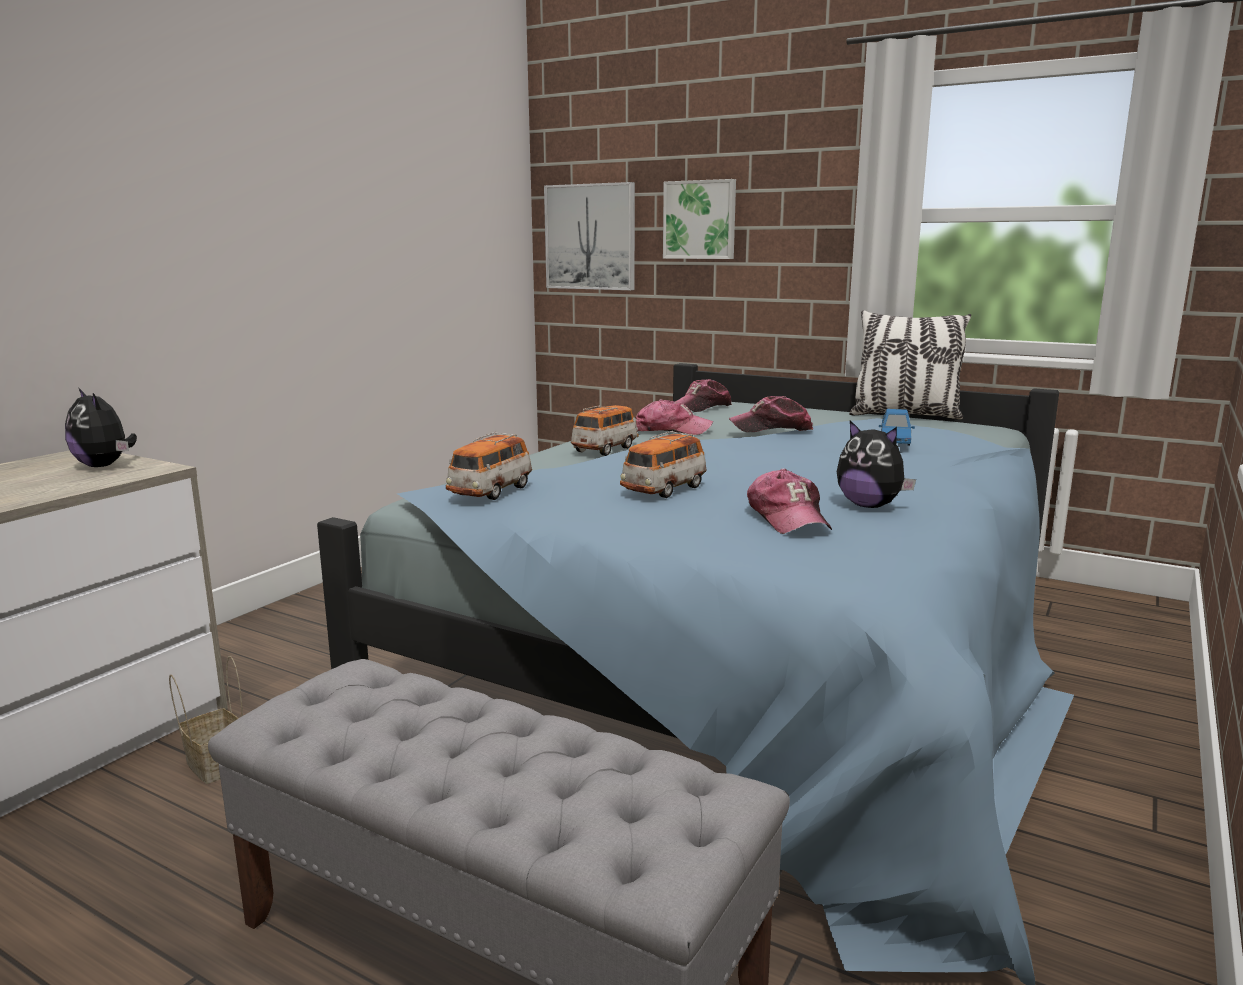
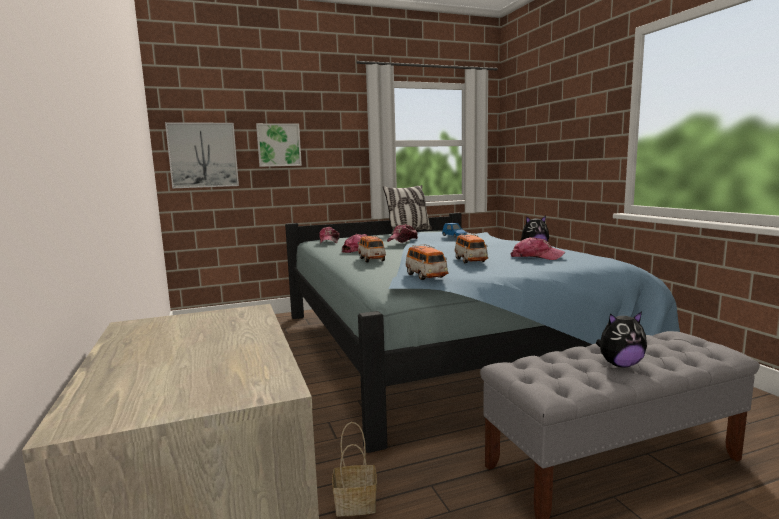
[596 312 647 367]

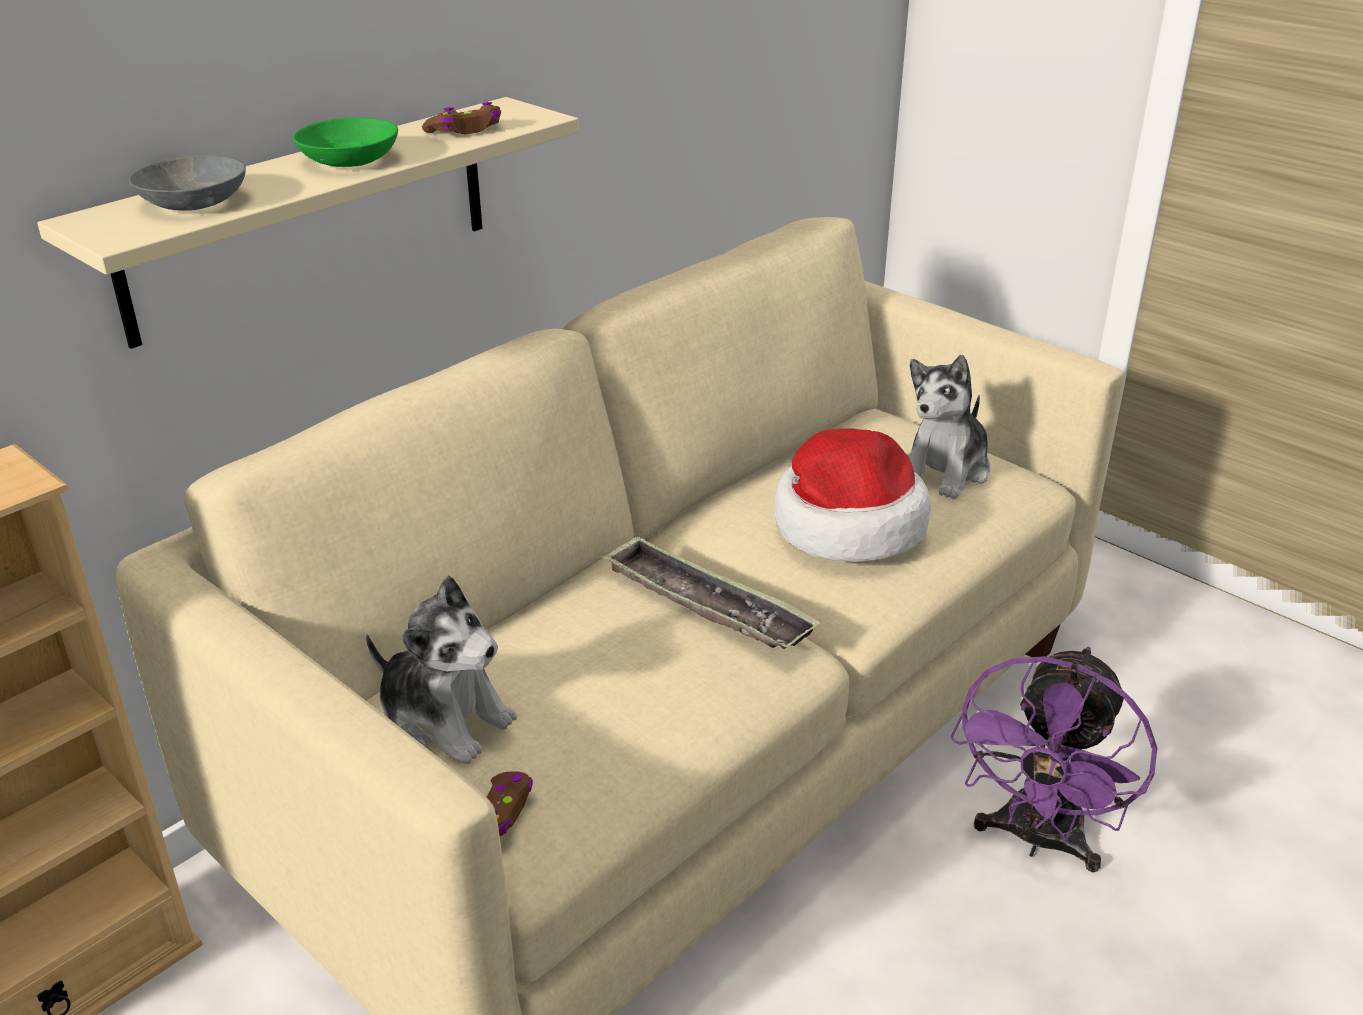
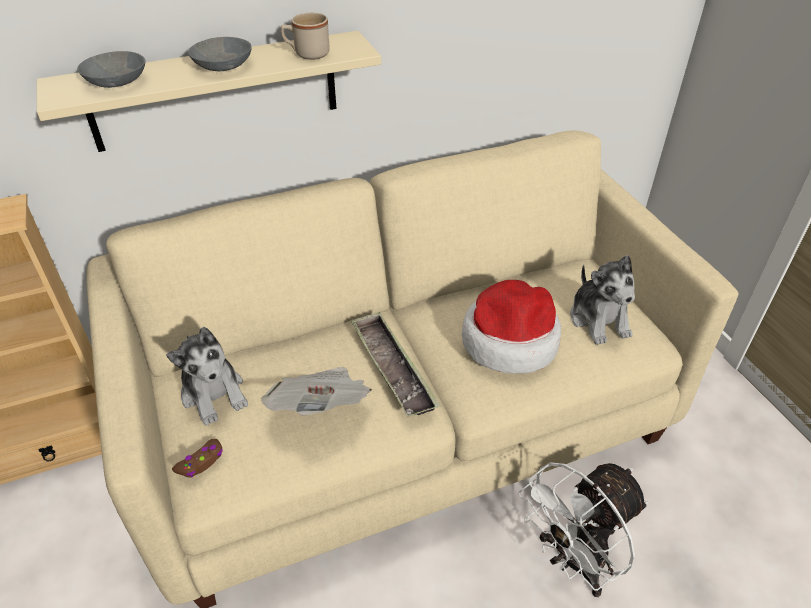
[281 13 330 60]
[188 37 252 71]
[570 255 635 345]
[519 462 648 597]
[261 367 372 416]

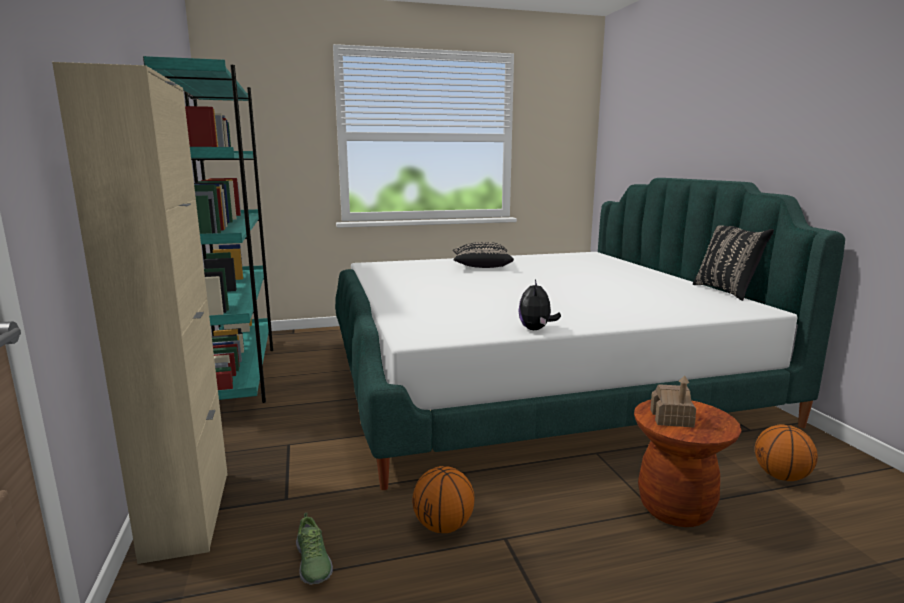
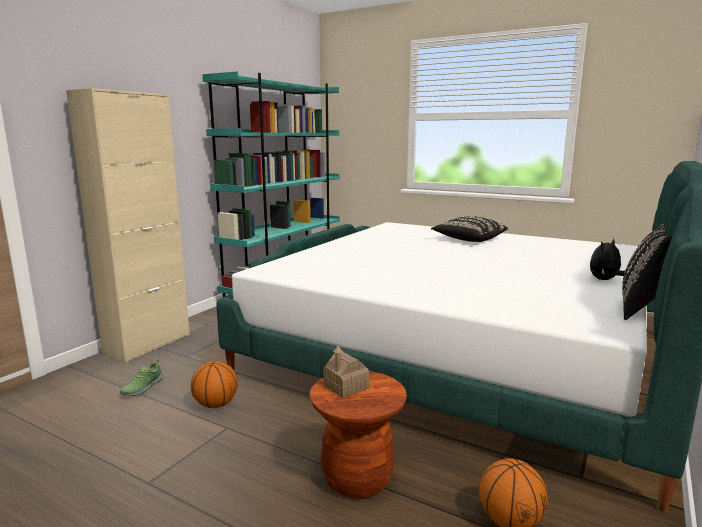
[590 239 625 280]

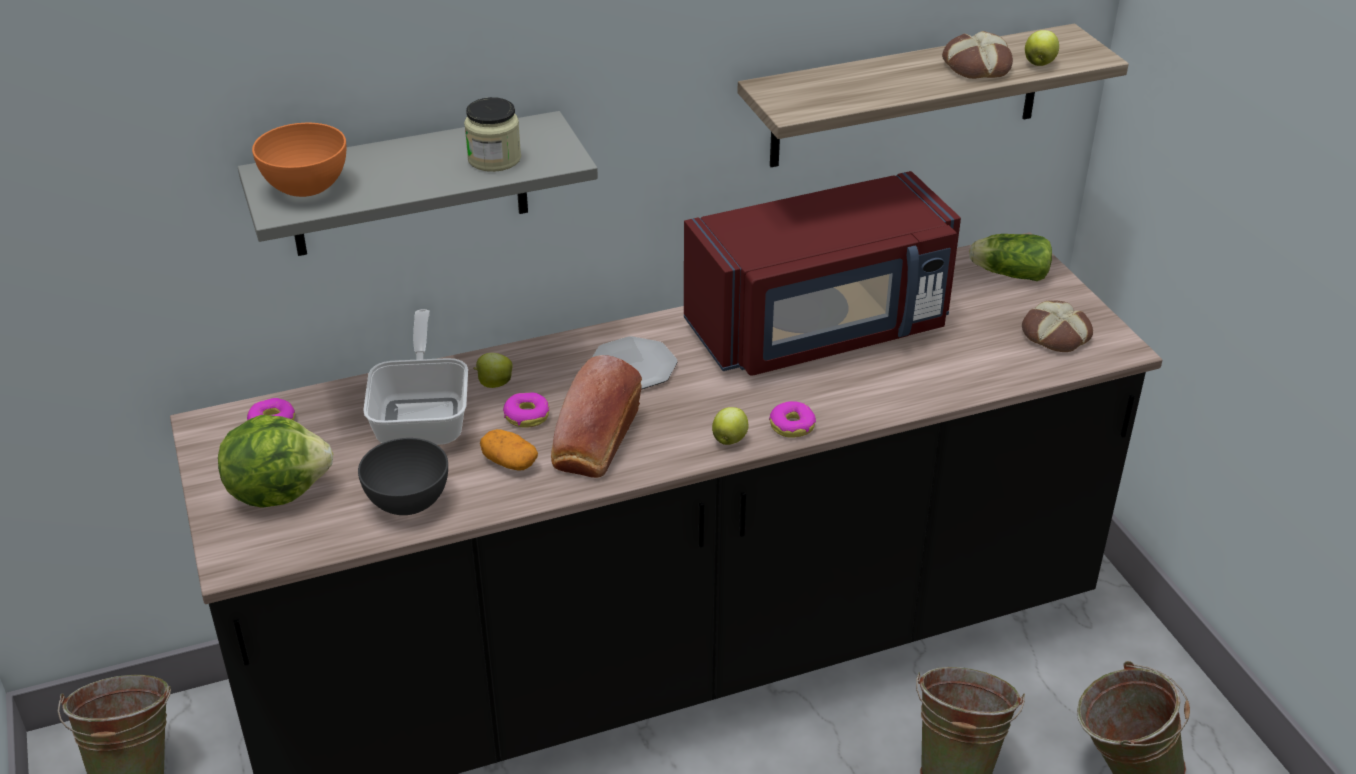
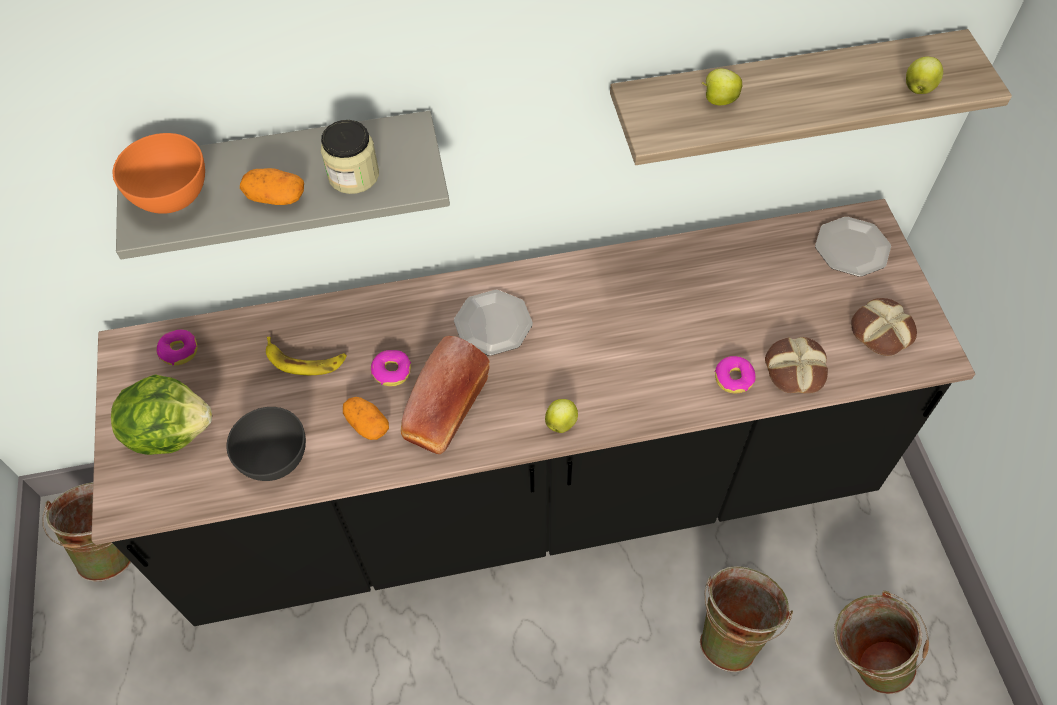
[765 337 828 393]
[684 171 961 376] (first image)
[815 217 891 277]
[266 337 347 375]
[701 69 742 105]
[714 356 756 393]
[240 168 304 205]

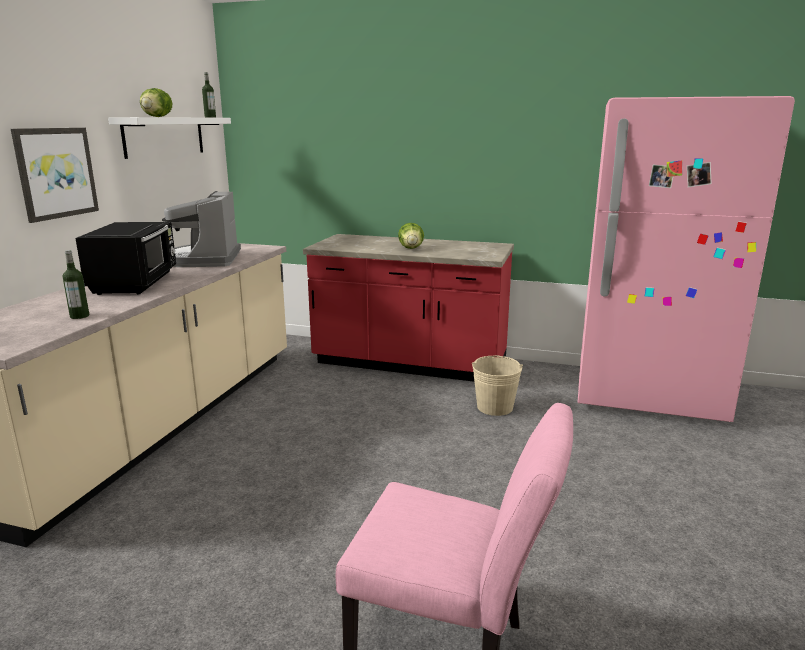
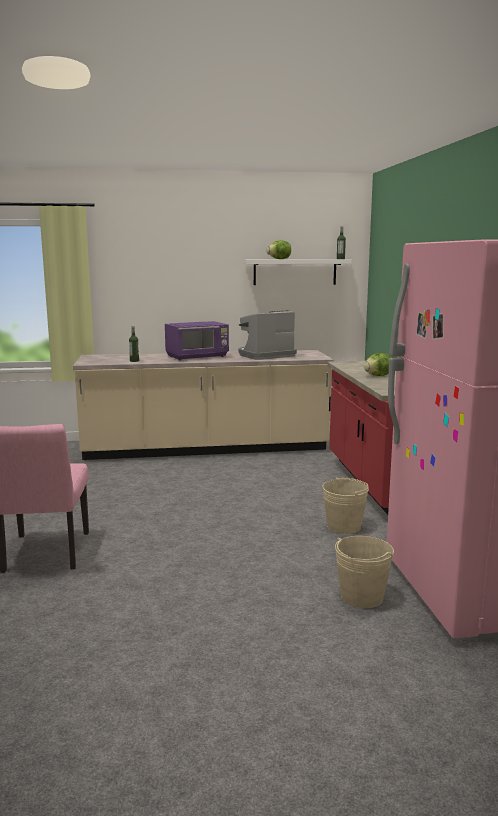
[11 128 99 223] (first image)
[165 321 229 360]
[335 536 394 608]

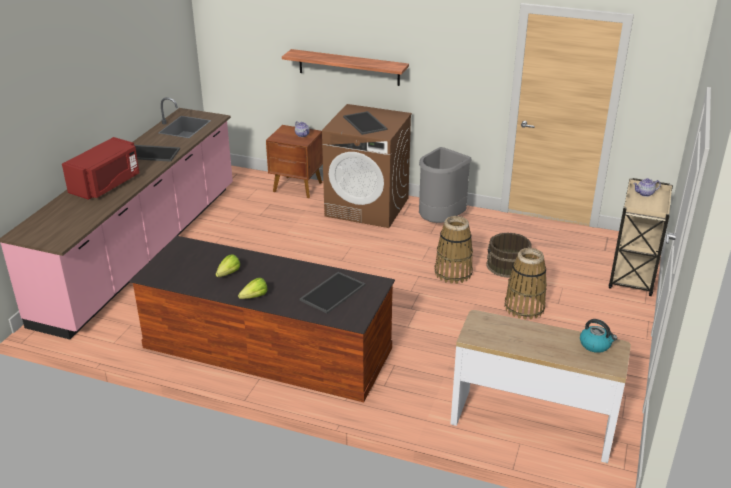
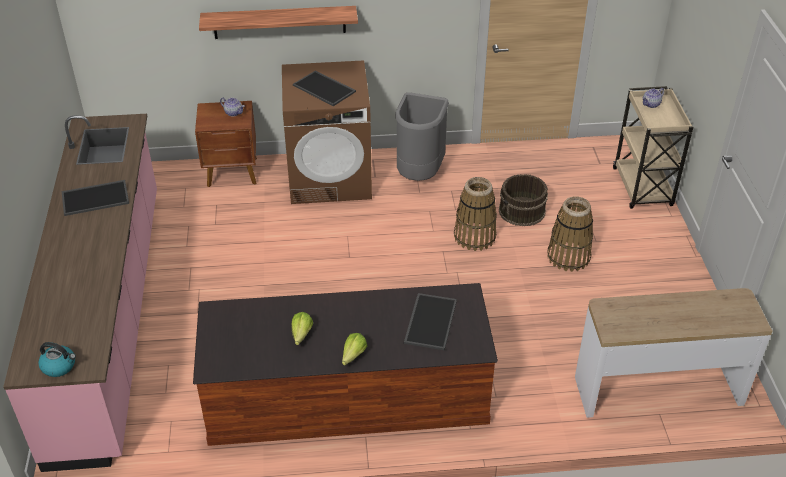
[62 137 139 200] (first image)
[38 342 76 377]

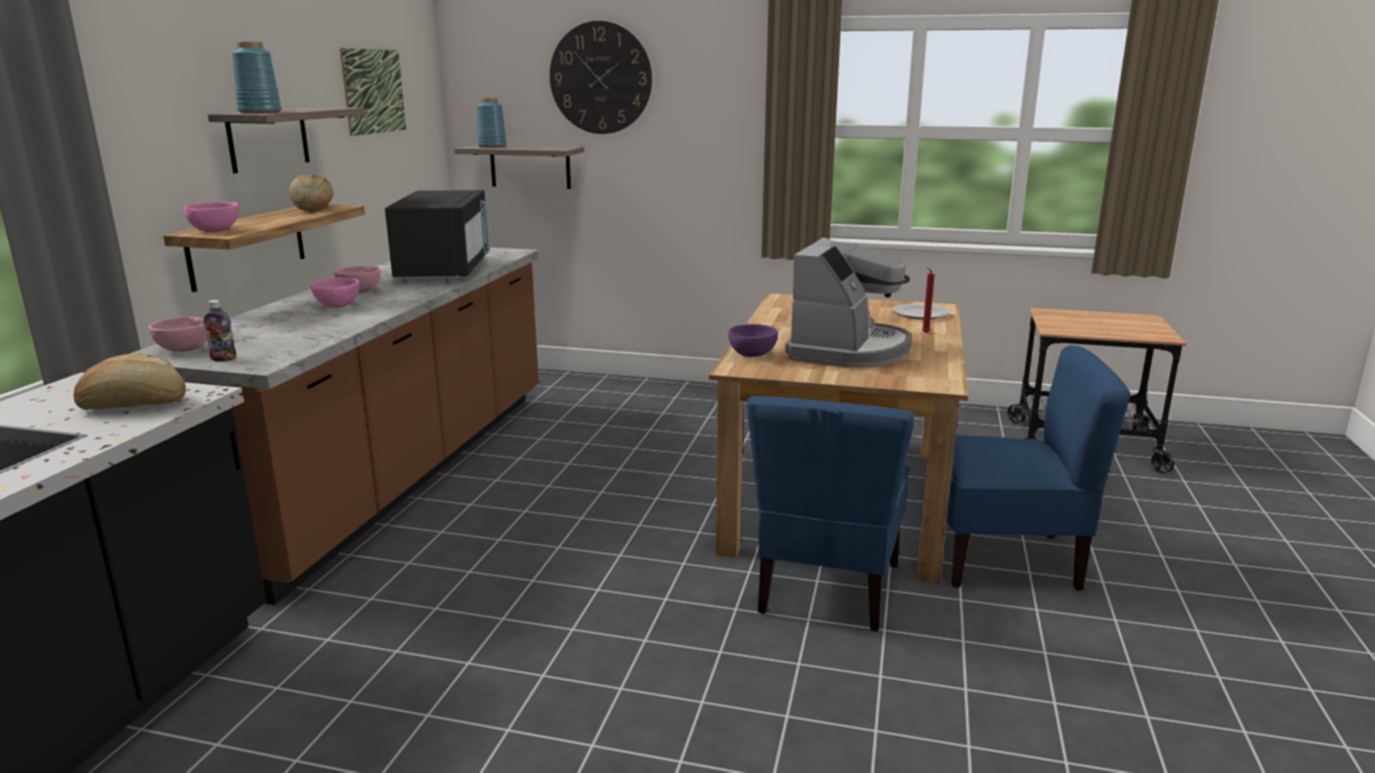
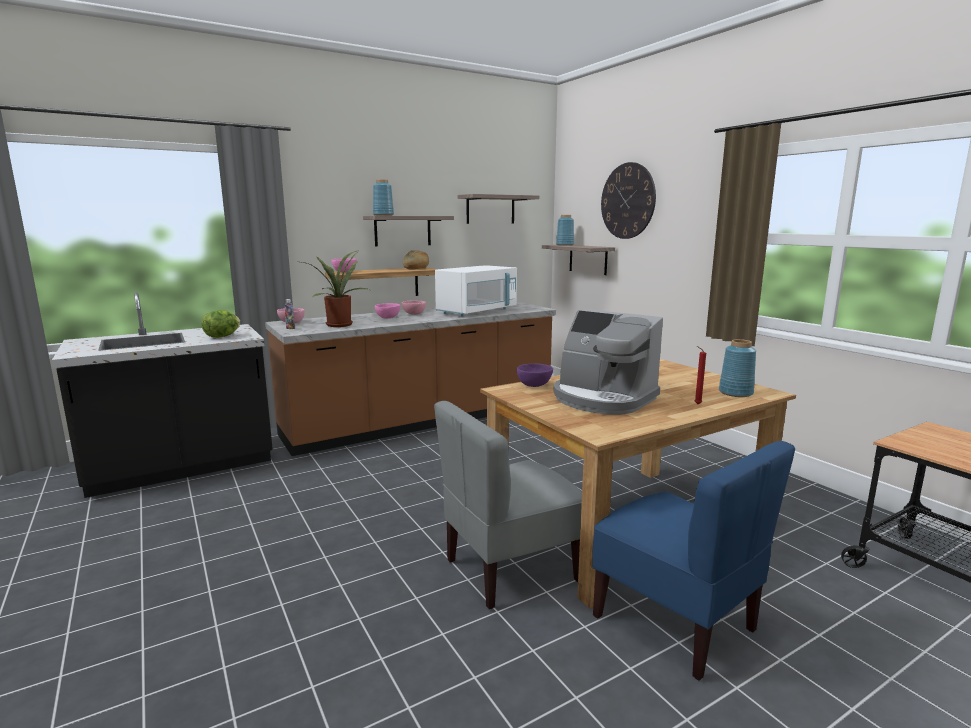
[457 194 539 224]
[435 265 517 317]
[553 309 663 415]
[719 339 756 397]
[202 310 241 338]
[434 401 582 609]
[302 250 369 327]

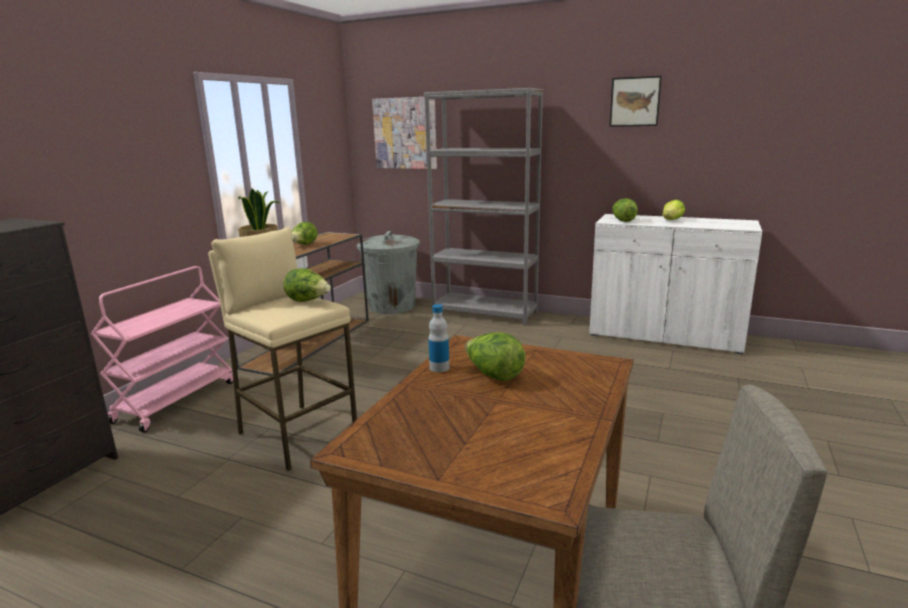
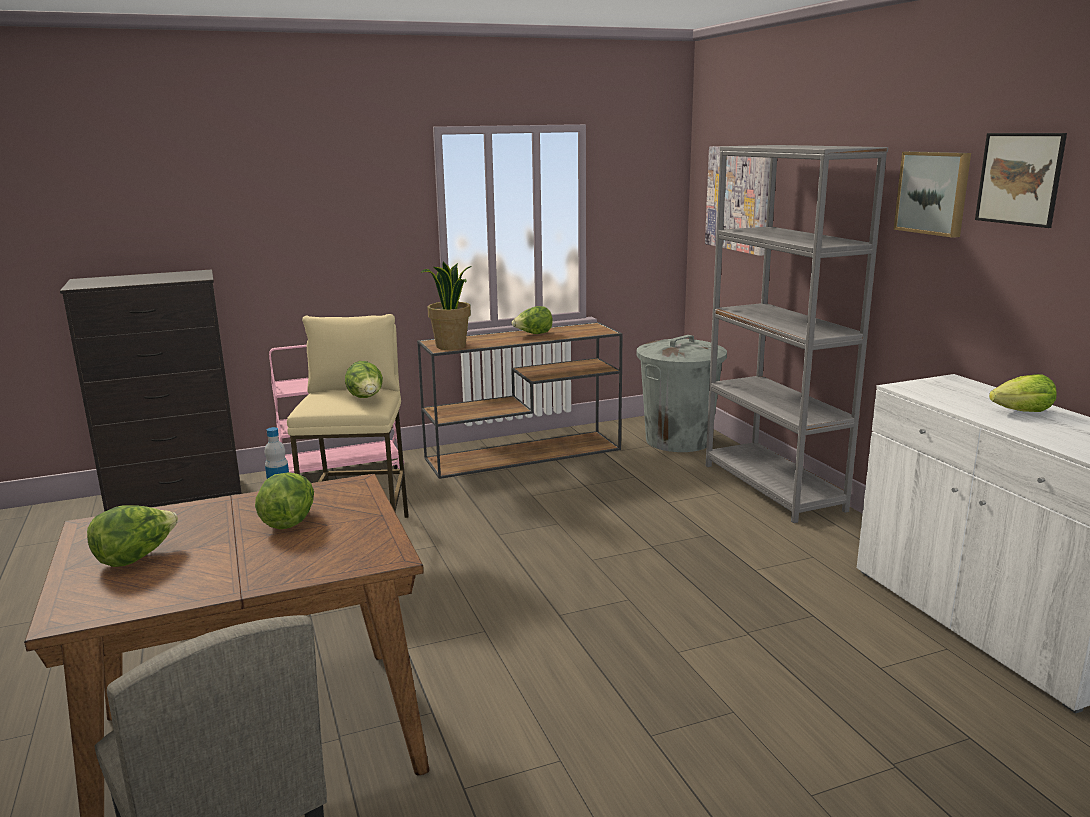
[87 505 178 567]
[894 151 971 238]

